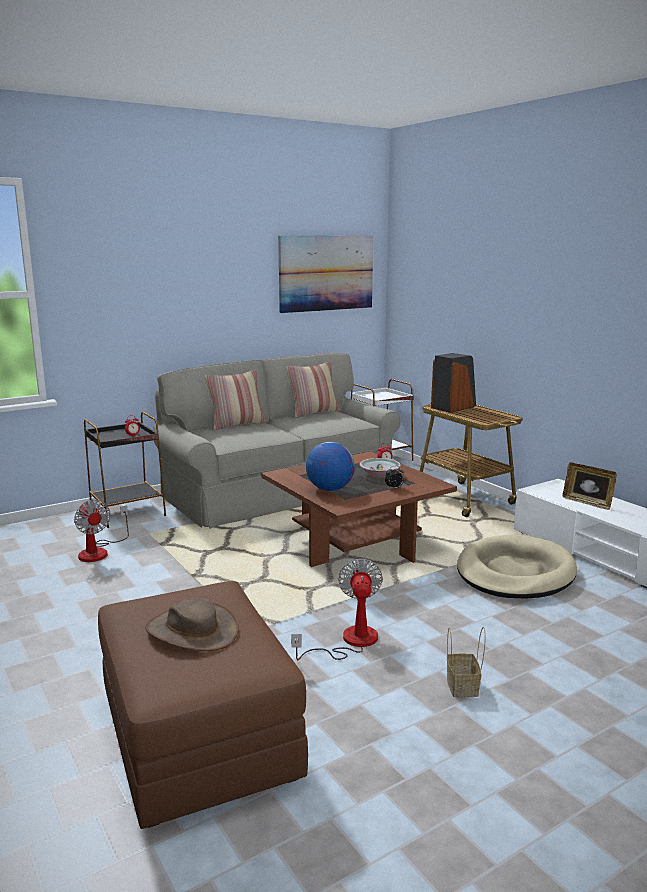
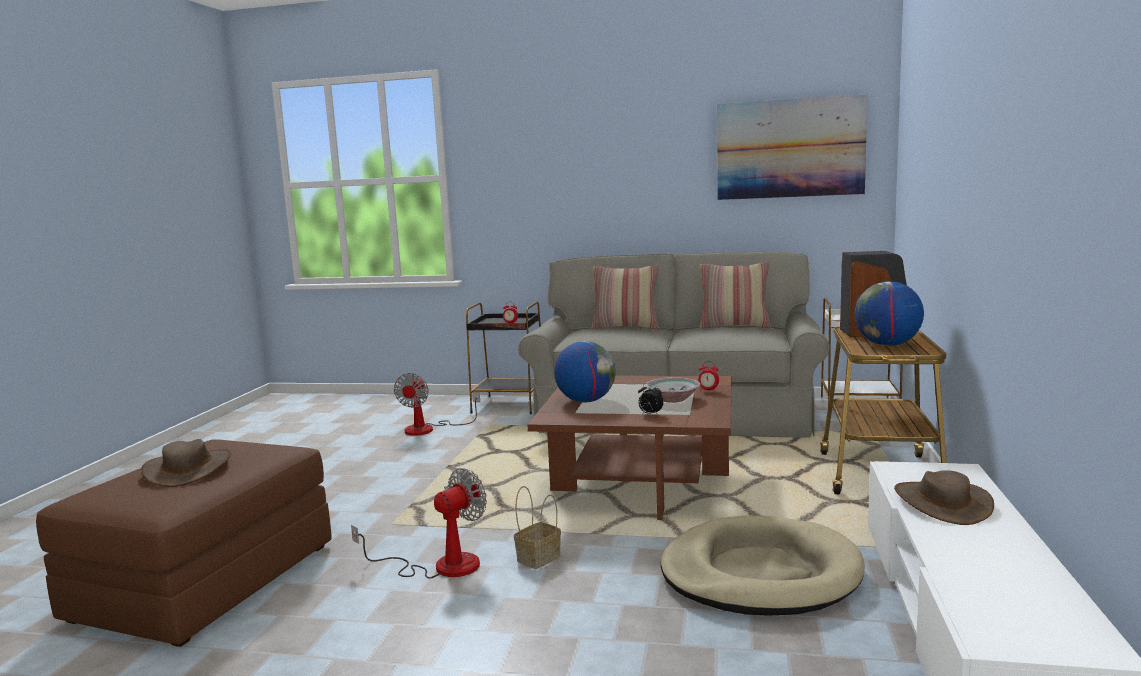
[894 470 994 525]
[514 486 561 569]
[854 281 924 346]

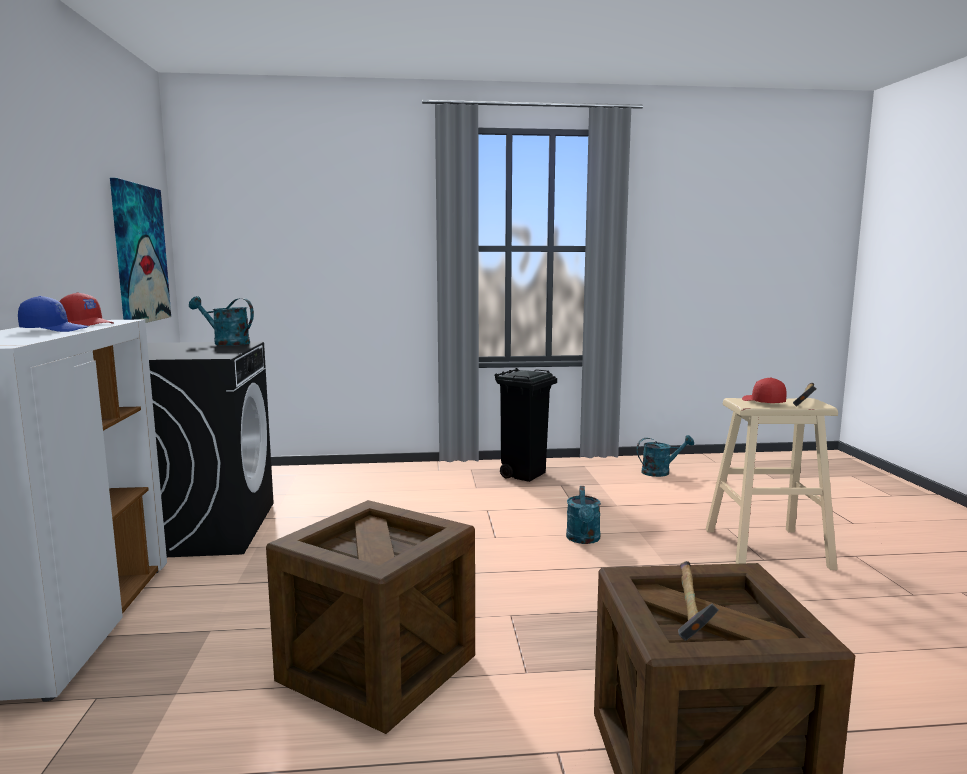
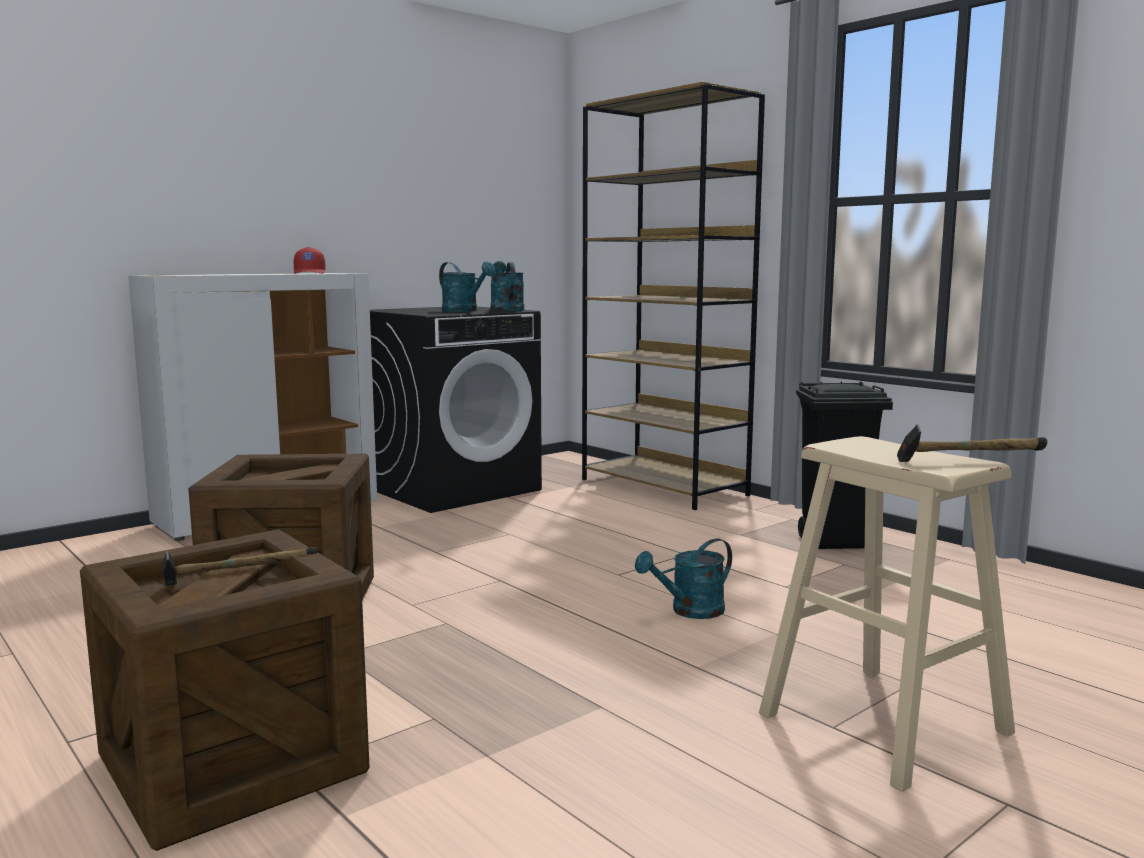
[110 178 171 323] (first image)
[18 296 89 332] (first image)
[742 378 787 403] (first image)
[439 261 496 312]
[582 82 765 510]

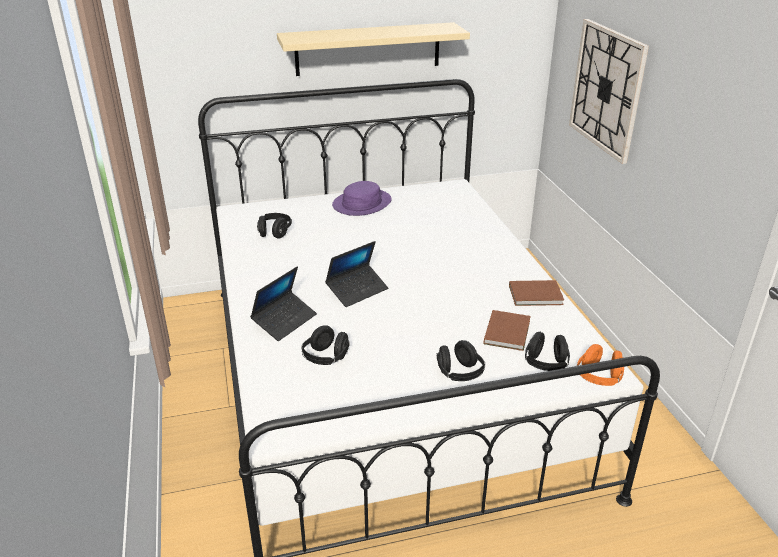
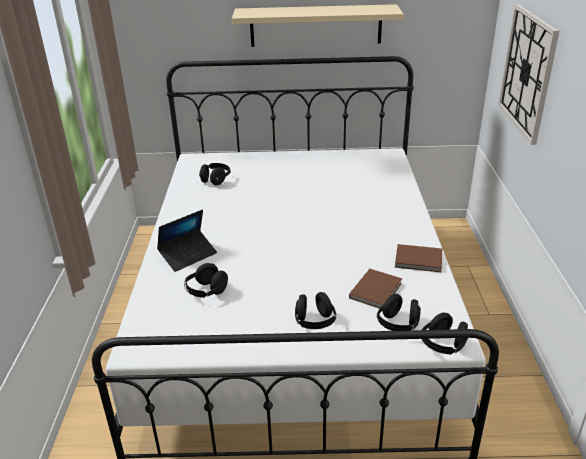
[332 181 392 216] (first image)
[325 241 388 307] (first image)
[422 313 468 354]

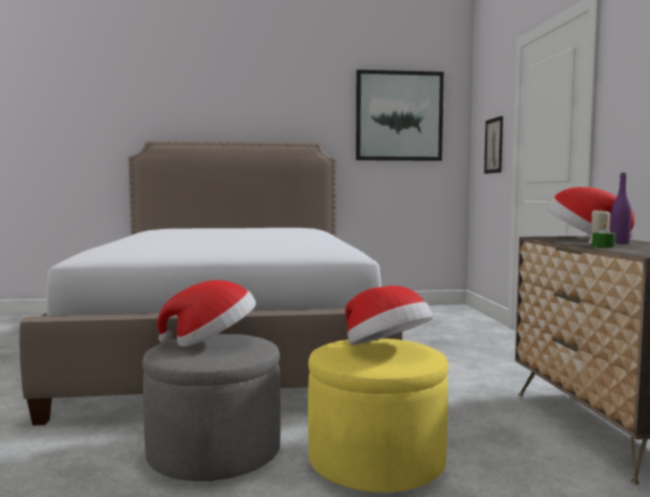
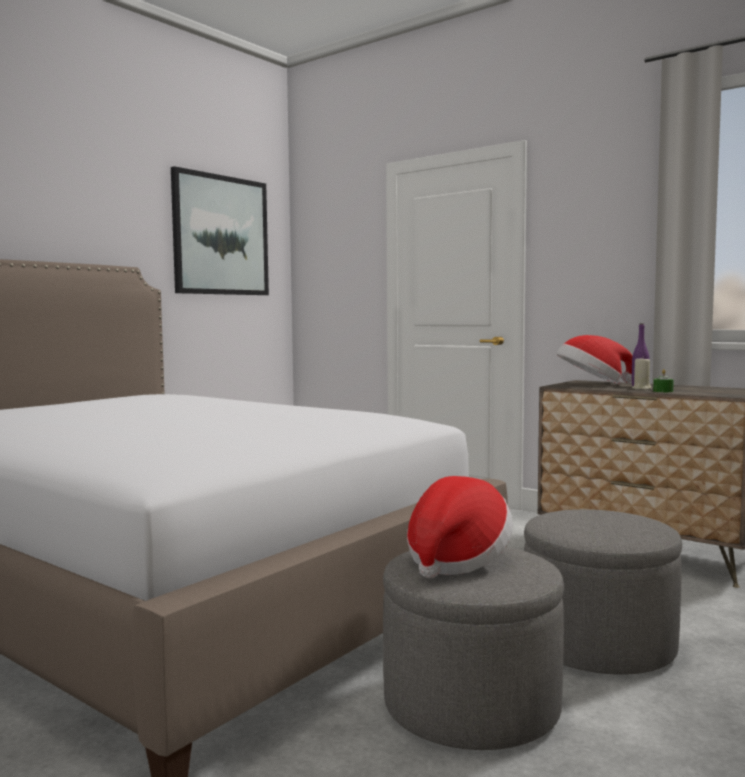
[484 116 503 174] (first image)
[345 286 433 345] (first image)
[524 509 682 675]

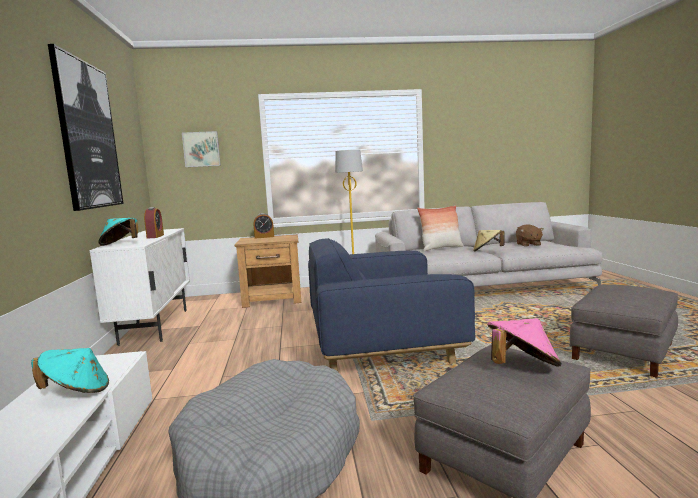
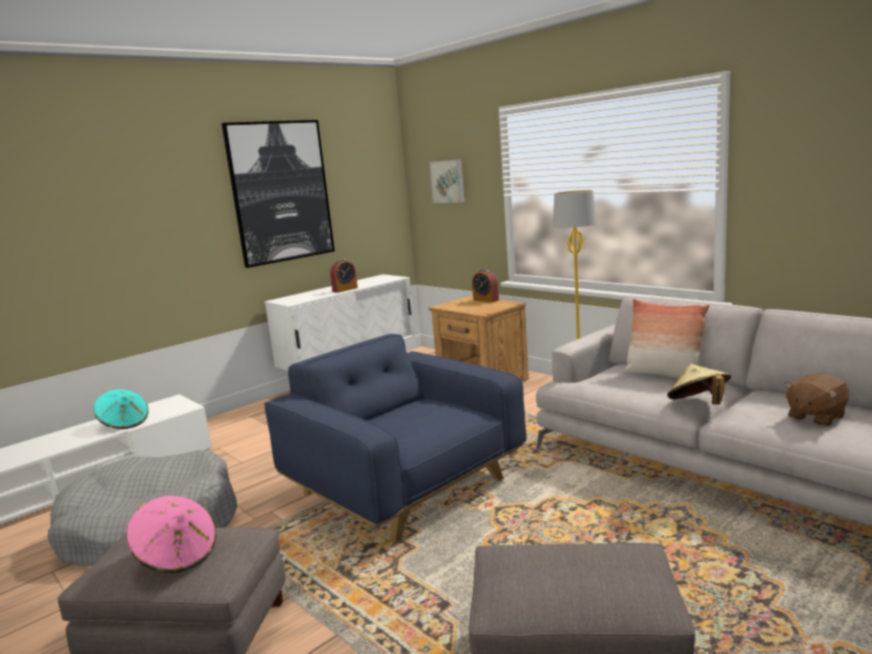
[99 218 138 246] (first image)

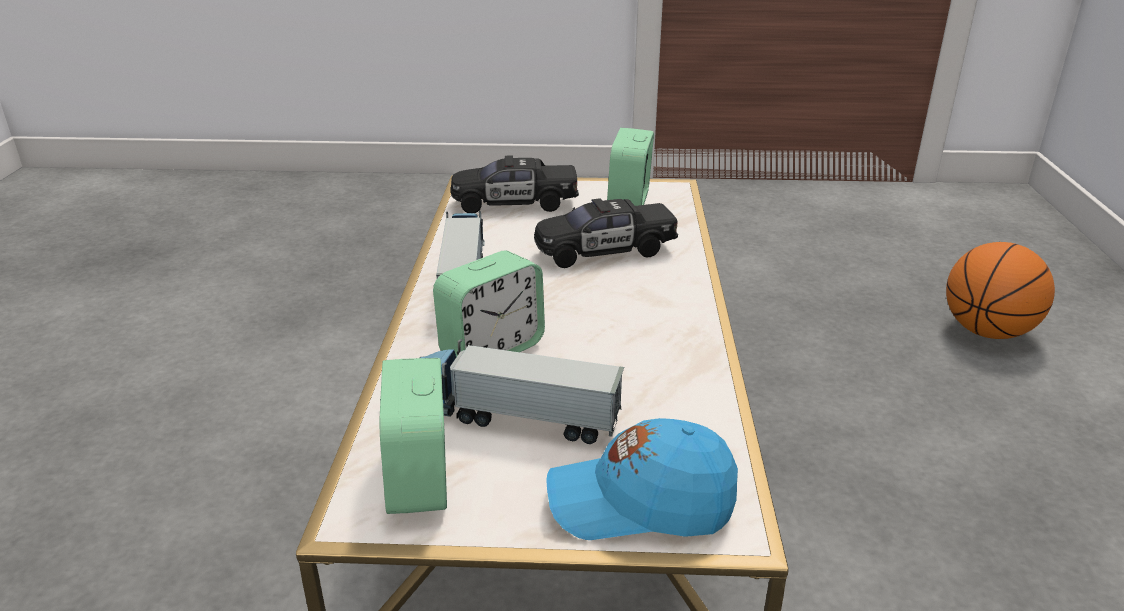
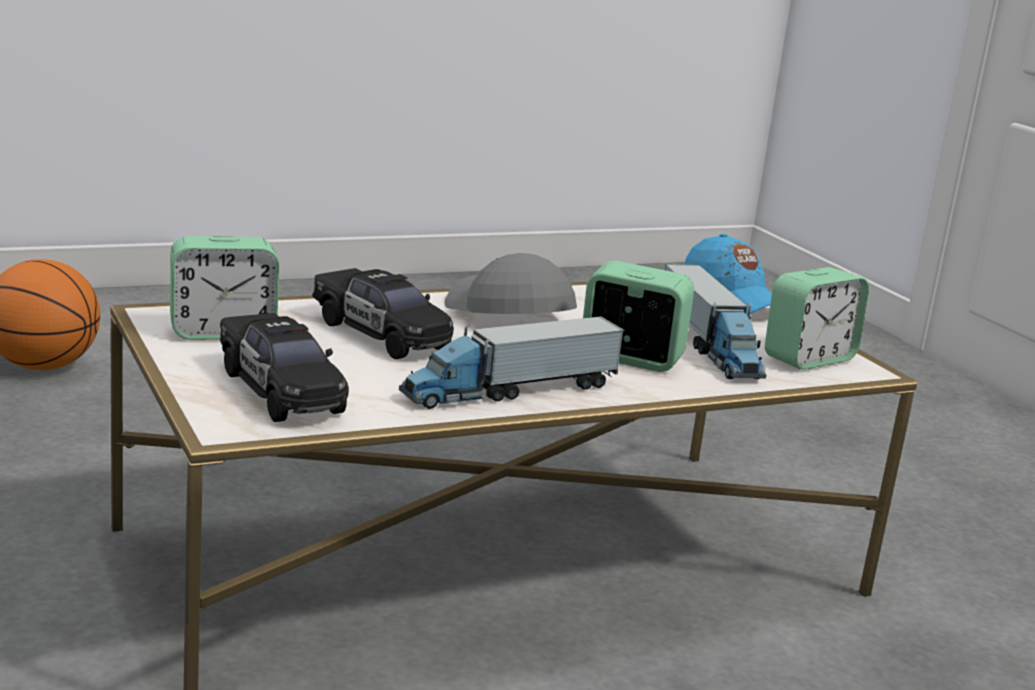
[445 253 577 314]

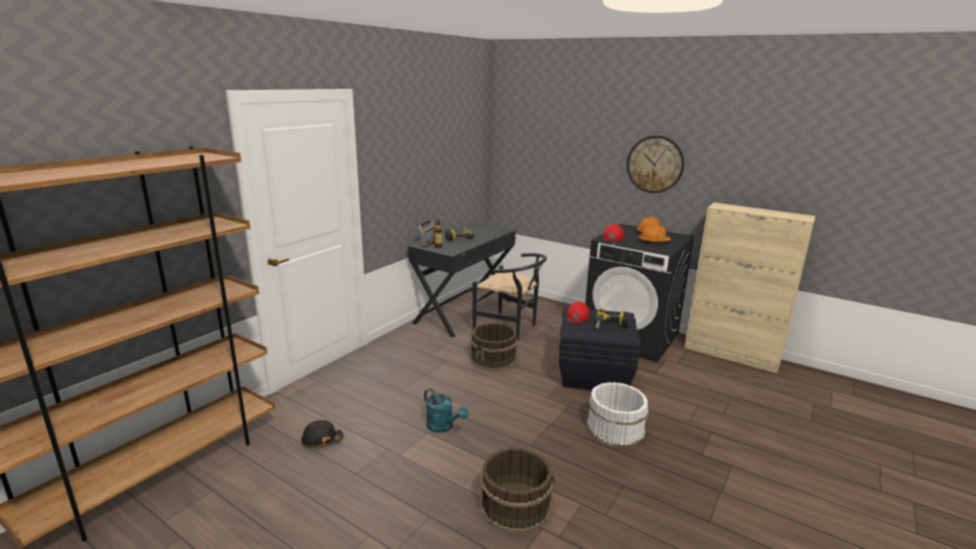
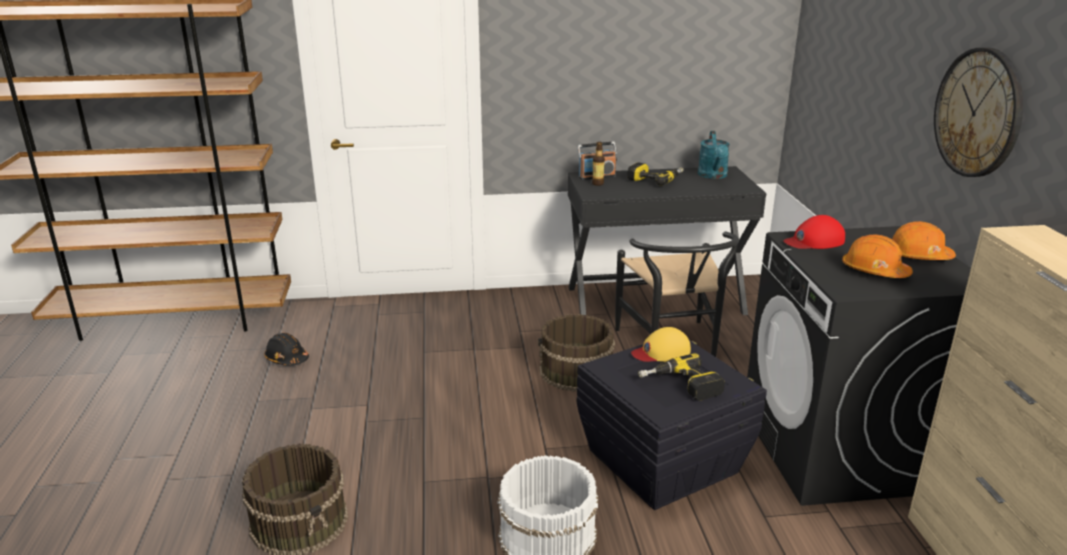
[631 327 691 362]
[698 131 730 179]

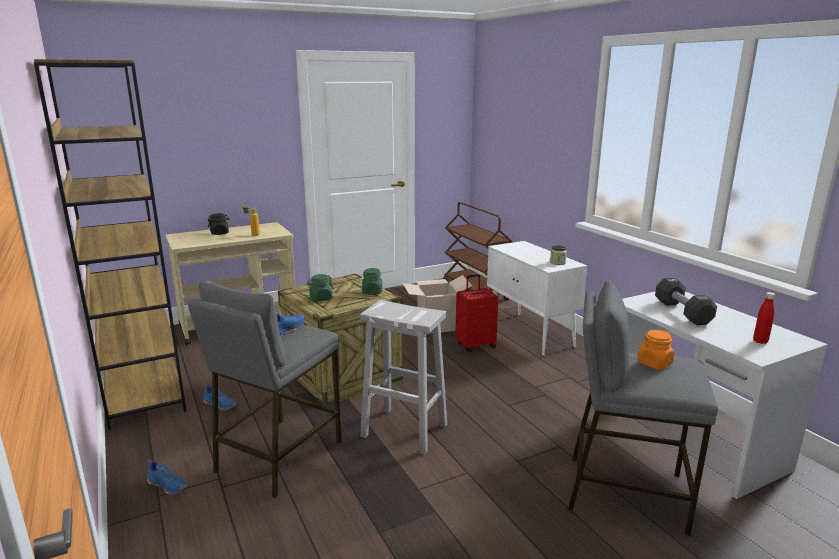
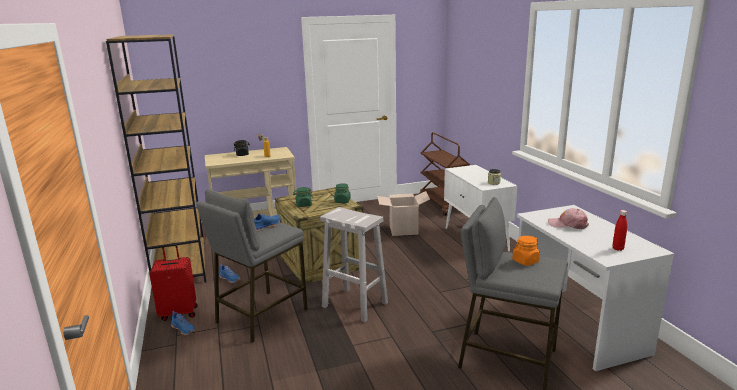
[149 244 198 321]
[548 208 589 229]

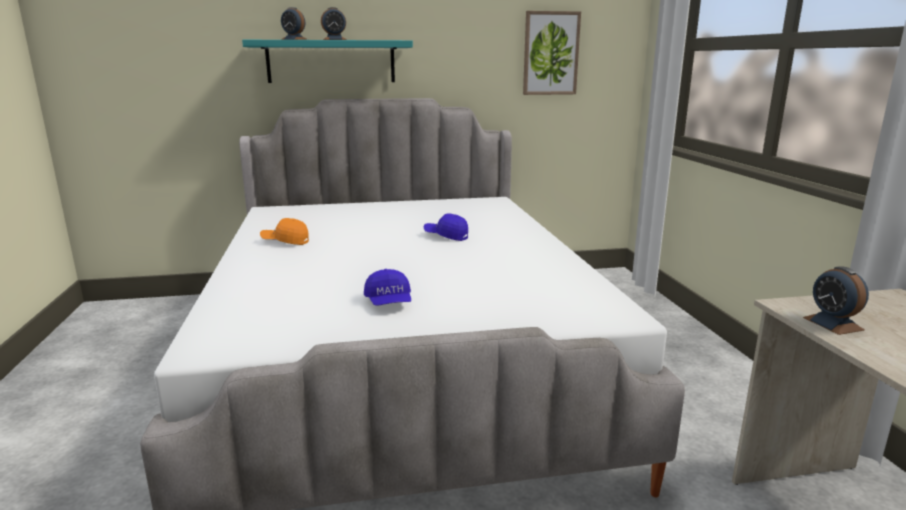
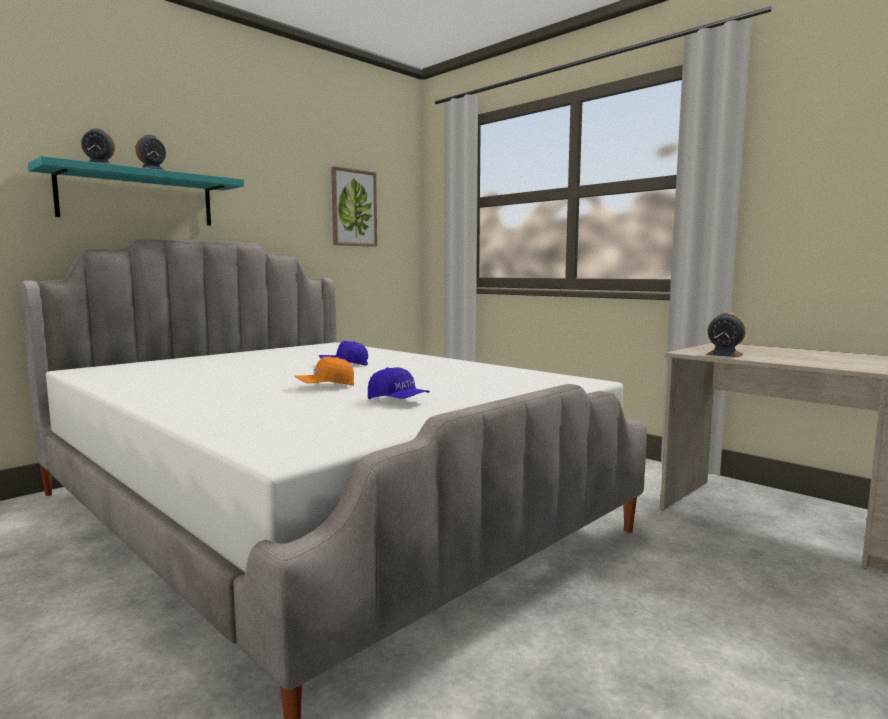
[294 357 354 386]

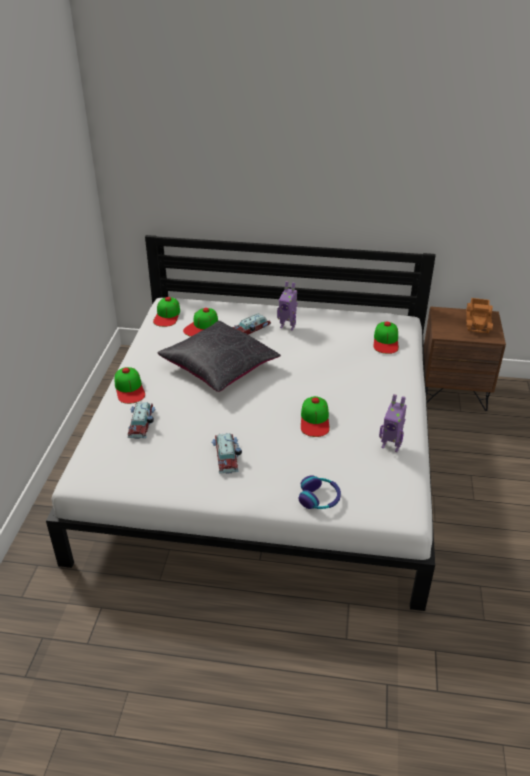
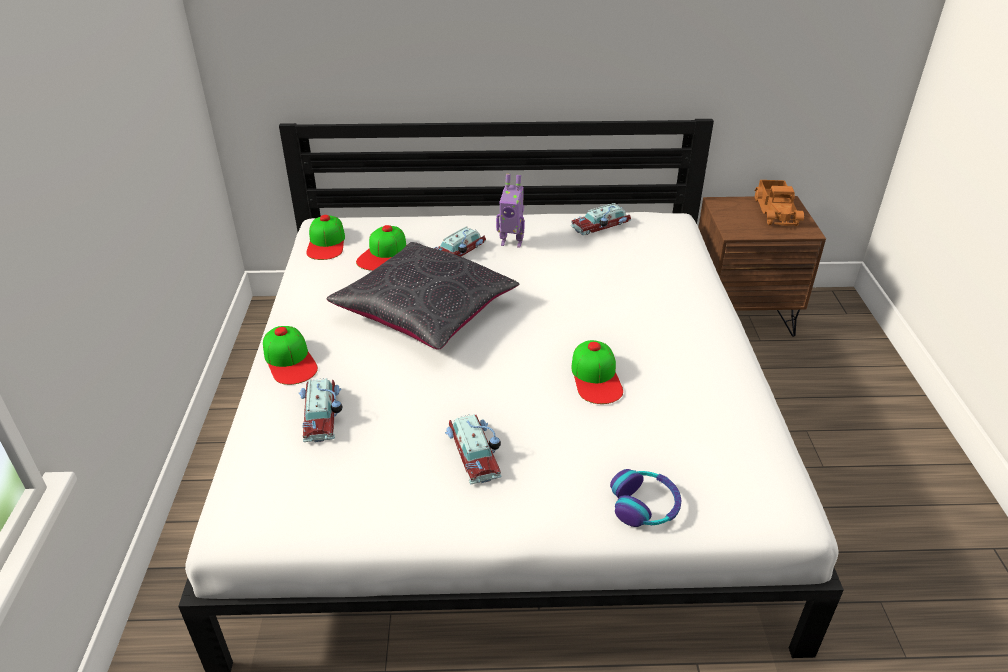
[374 322 399 354] (first image)
[379 394 407 452] (first image)
[571 203 631 235]

